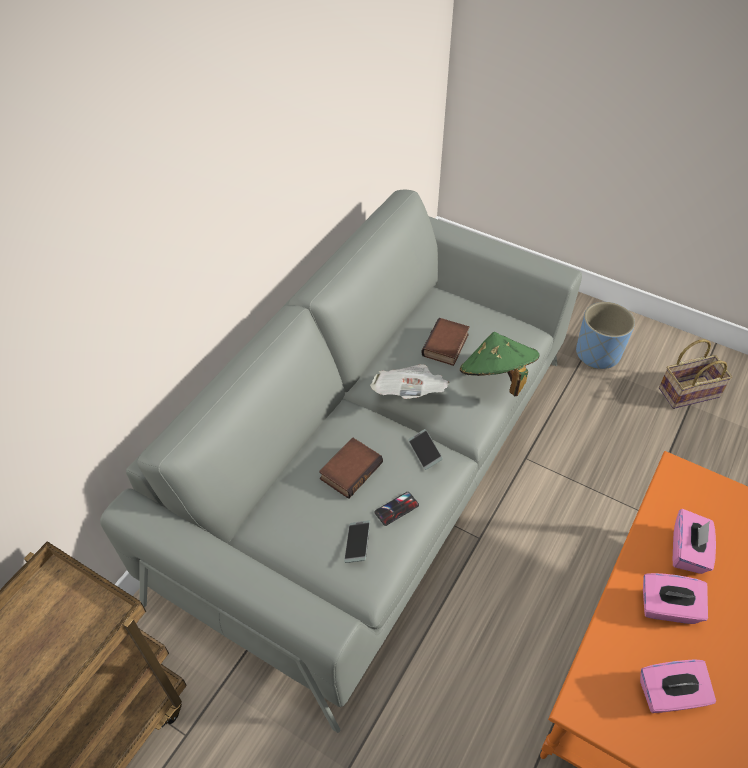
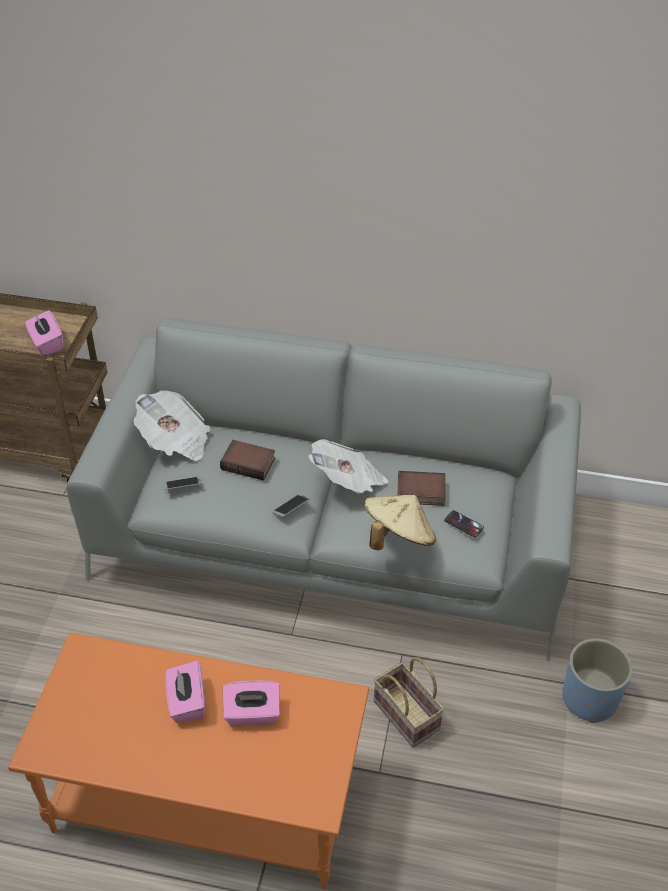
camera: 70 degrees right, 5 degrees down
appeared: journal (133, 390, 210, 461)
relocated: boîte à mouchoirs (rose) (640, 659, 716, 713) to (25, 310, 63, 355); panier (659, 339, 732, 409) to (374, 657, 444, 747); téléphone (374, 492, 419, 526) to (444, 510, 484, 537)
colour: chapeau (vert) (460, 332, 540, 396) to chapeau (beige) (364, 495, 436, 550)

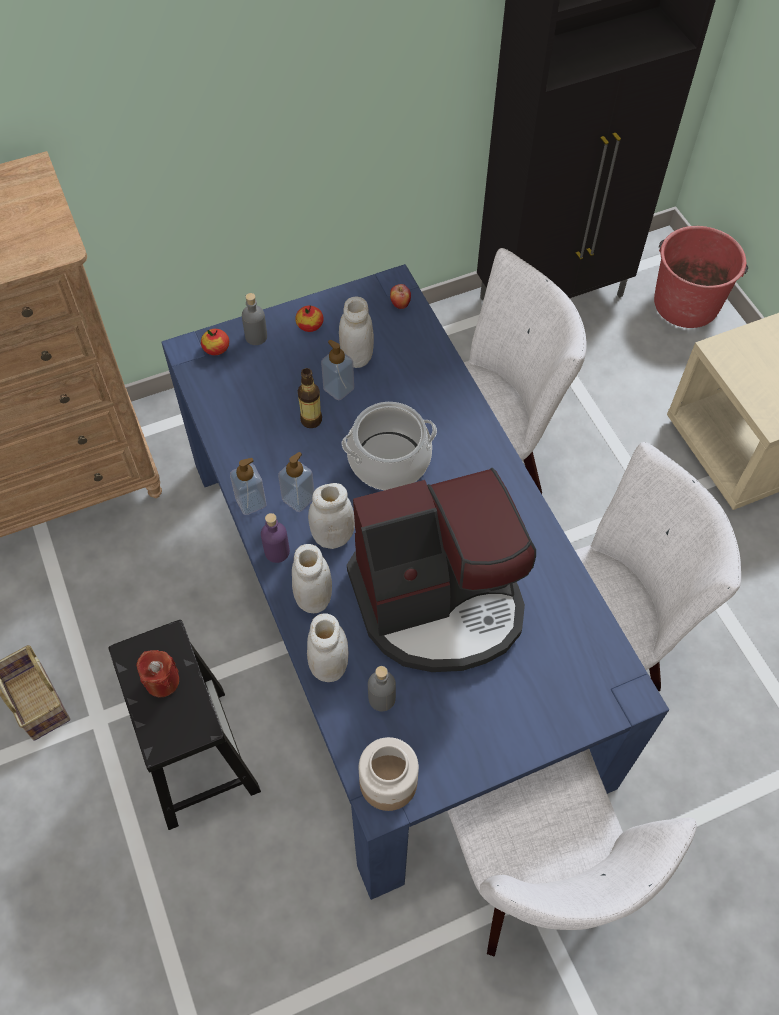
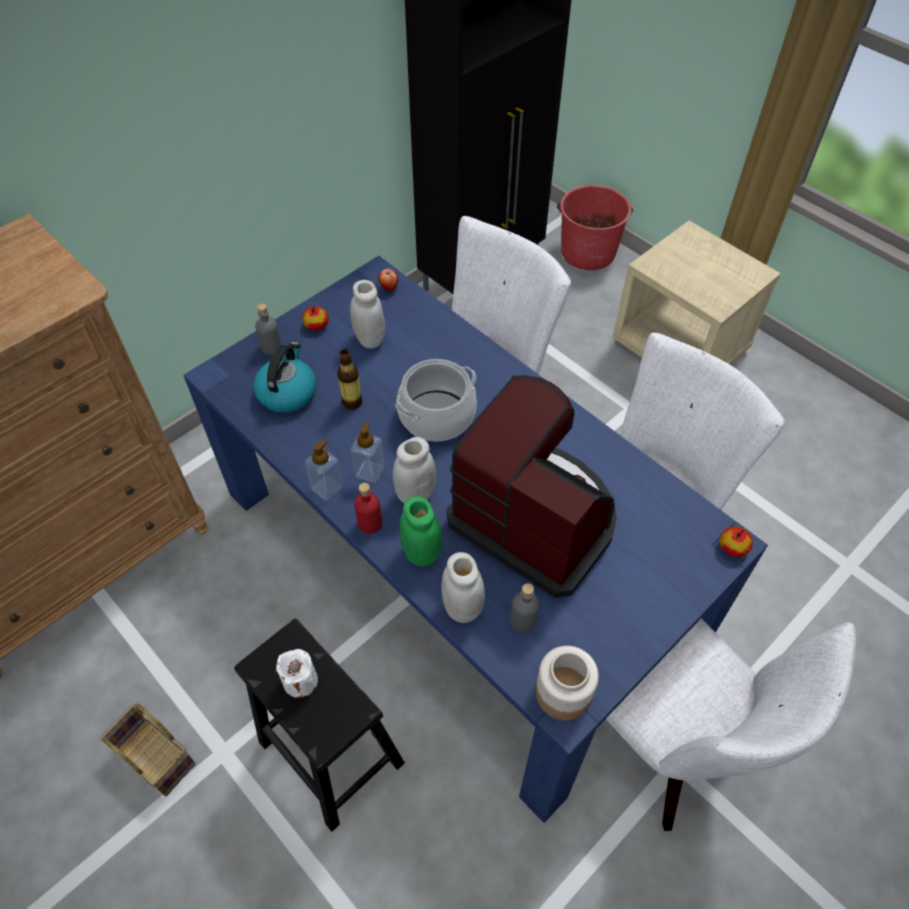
camera: 20 degrees left, 5 degrees down
missing: distributeur de savon (321, 340, 354, 400)
appeared: bouilloire (254, 342, 316, 413)
relocated: pomme (201, 329, 229, 355) to (720, 526, 753, 557)
colour: bougie (rouge) (136, 650, 179, 697) to bougie (blanc) (276, 649, 318, 698); bouteille (violet) (261, 513, 290, 563) to bouteille (rouge) (354, 483, 382, 534); bocal (blanc) (292, 544, 332, 613) to bocal (vert) (400, 496, 442, 567)
spun: machine à café (347, 468, 536, 672) = (447, 375, 617, 598) 105 degrees counterclockwise

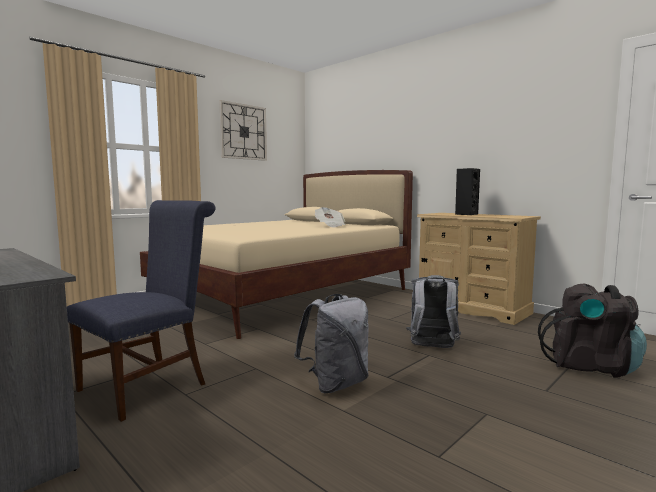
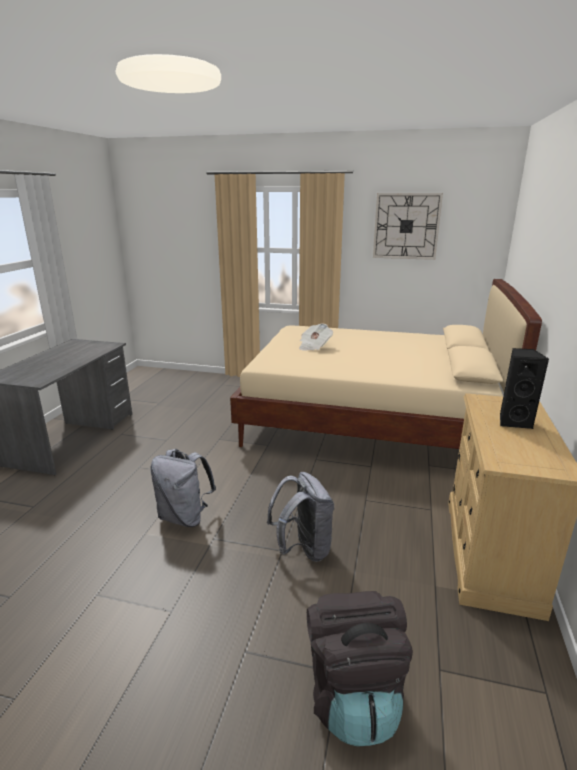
camera: 60 degrees right, 15 degrees up
missing: chaise (bleu) (67, 200, 215, 422)
relocated: journal (315, 207, 346, 228) to (299, 323, 333, 351)

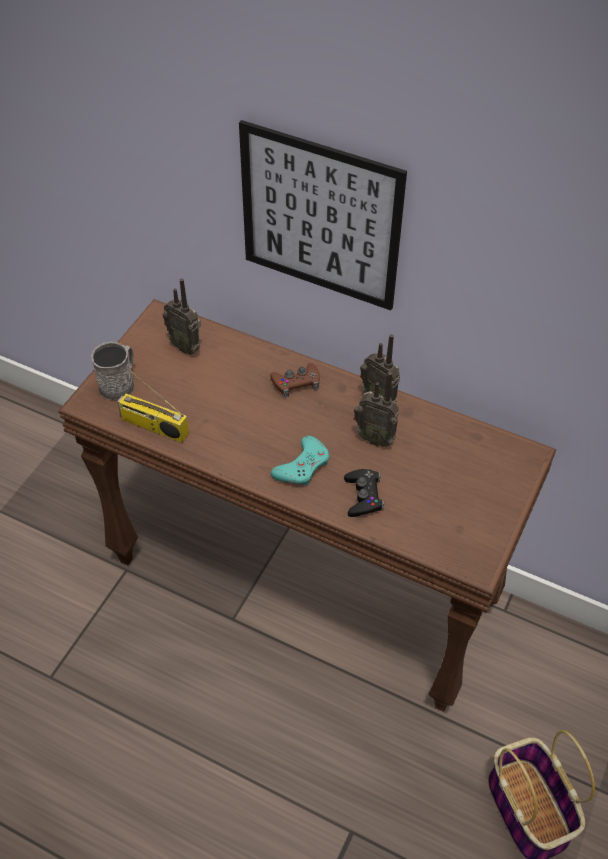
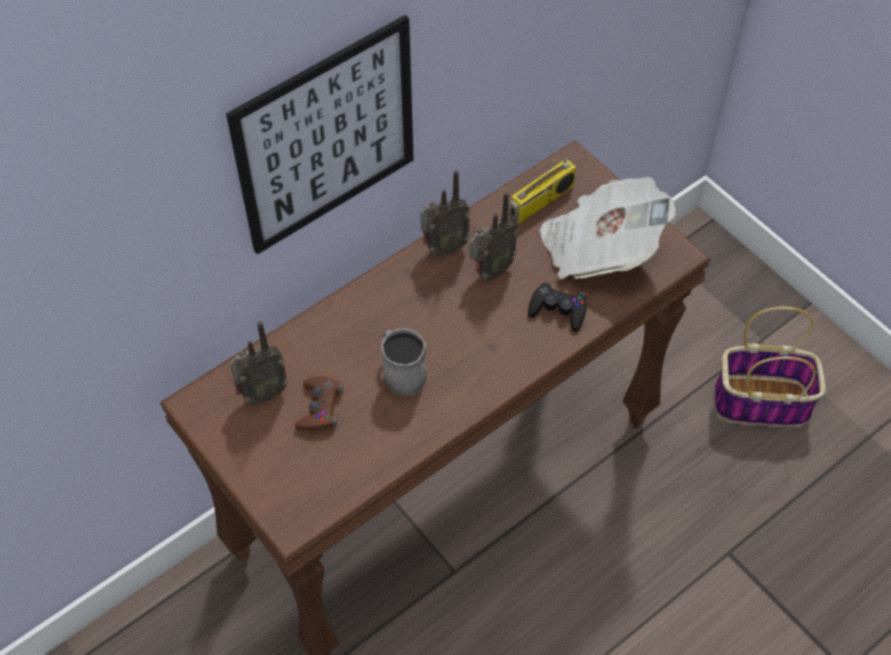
camera: 65 degrees left, 5 degrees up
missing: manette (turquoise) (271, 436, 330, 486)
appeared: journal (539, 177, 676, 279)
relocated: manette (marron) (271, 363, 320, 397) to (295, 376, 343, 431); mug (gris) (91, 342, 134, 400) to (381, 328, 426, 396); radio (117, 369, 189, 443) to (509, 159, 576, 223)

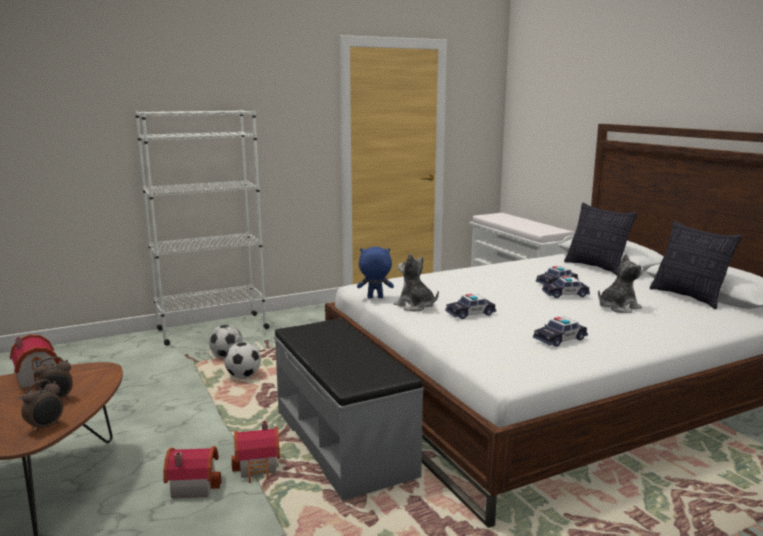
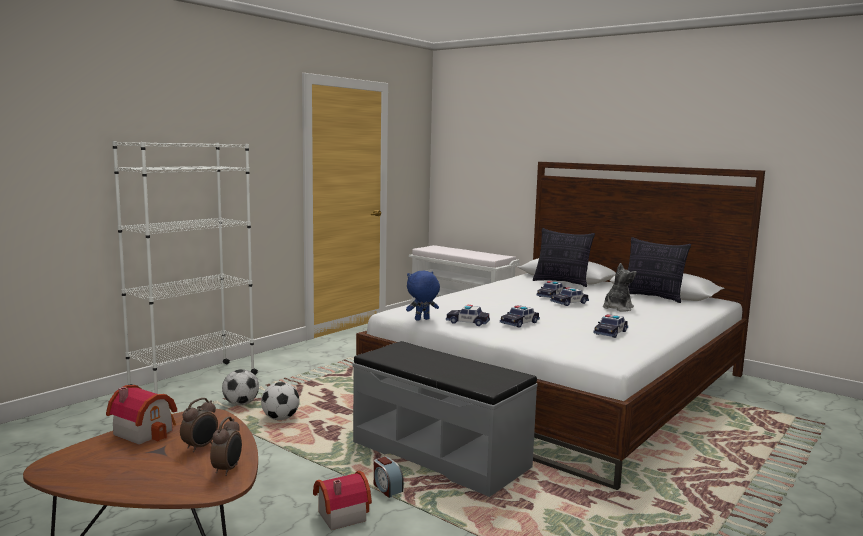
camera: 25 degrees left, 5 degrees down
exchanged: maison miniature (231, 421, 280, 483) to réveil (374, 457, 404, 498); peluche (394, 253, 439, 311) to petite voiture (446, 305, 490, 326)

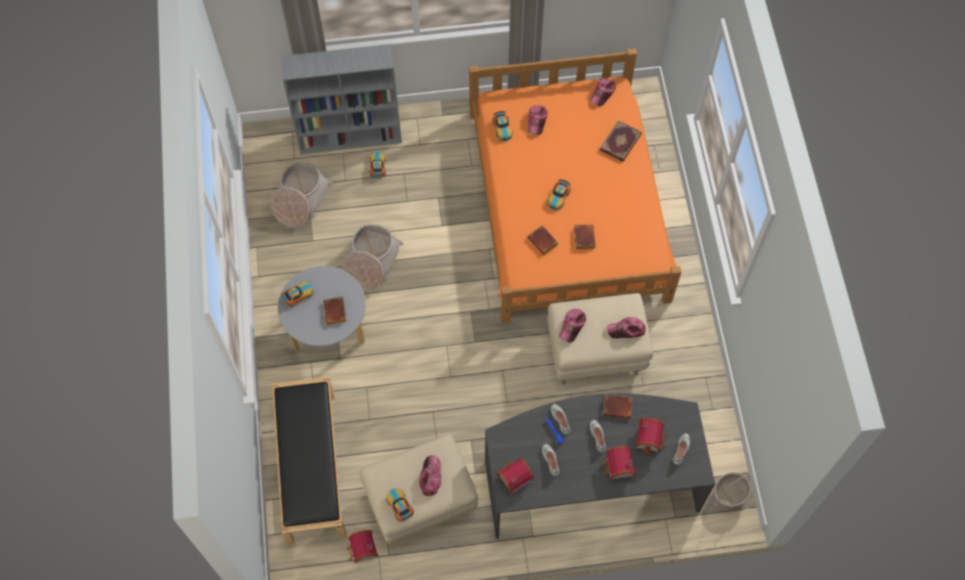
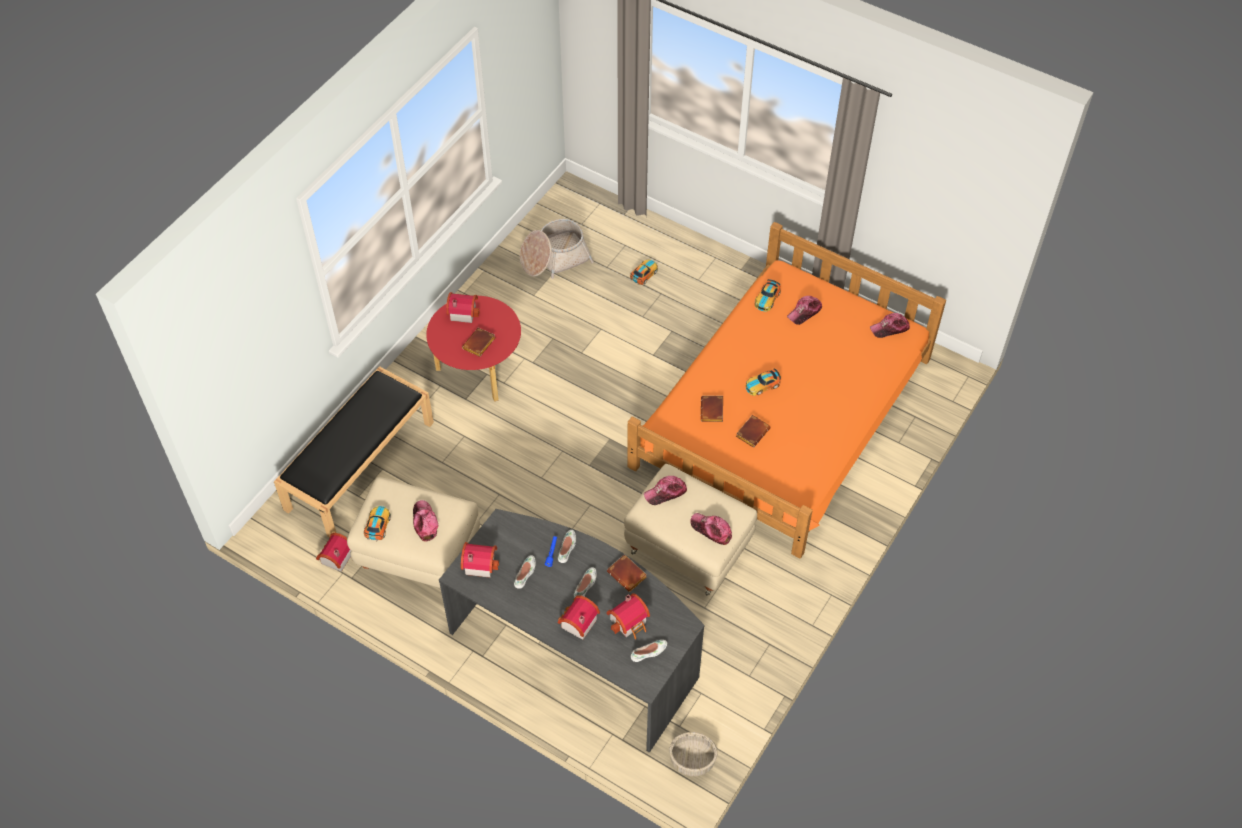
camera: 40 degrees right, 10 degrees down
missing: bibliothèque (gris) (281, 44, 402, 154); panier (342, 224, 403, 291); livre (600, 120, 642, 162)
exchanged: petite voiture (281, 282, 314, 307) to maison miniature (446, 292, 480, 323)
colour: table basse (gris) (278, 266, 366, 352) to table basse (rouge) (426, 296, 521, 402)
spun: casquette (419, 455, 441, 496) = (413, 500, 438, 542) 60 degrees counterclockwise

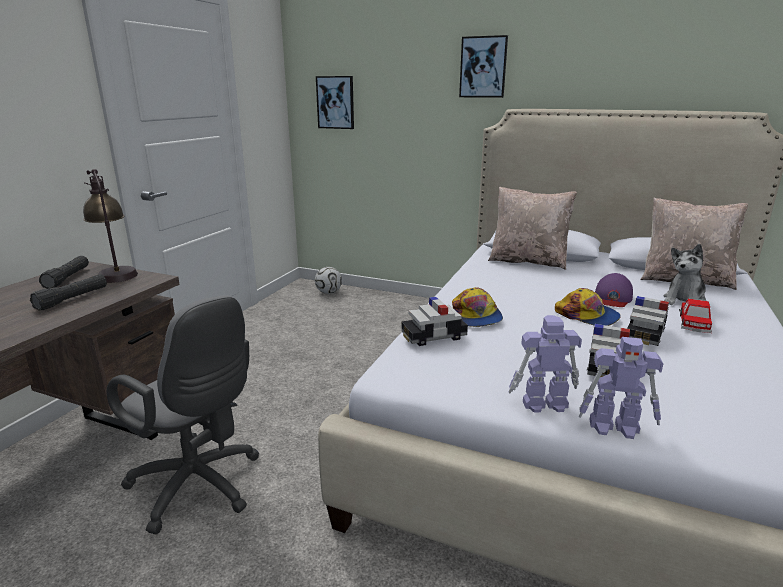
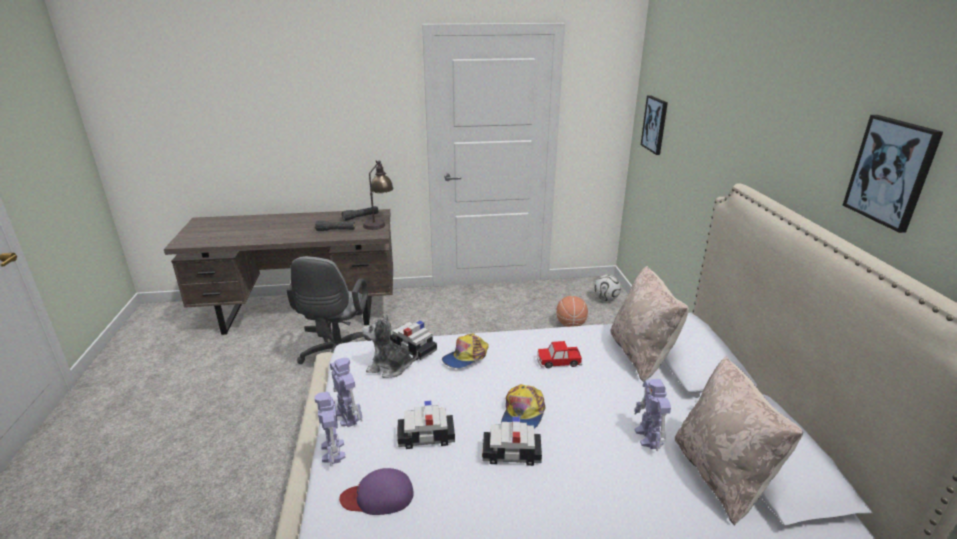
camera: 60 degrees right, 5 degrees up
appeared: ballon de basket (556, 296, 588, 327); robot jouet (635, 379, 671, 451)
relocated: casquette (violet) (595, 273, 633, 307) to (339, 468, 414, 515); peluche (663, 244, 706, 305) to (362, 314, 418, 378); petite voiture (679, 299, 712, 333) to (537, 341, 582, 368); tableau (459, 35, 508, 98) to (843, 115, 943, 233)

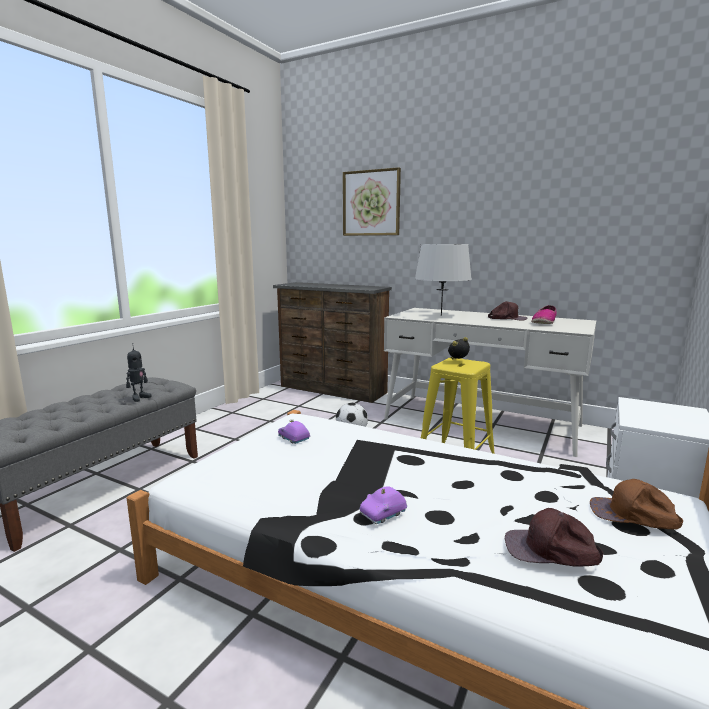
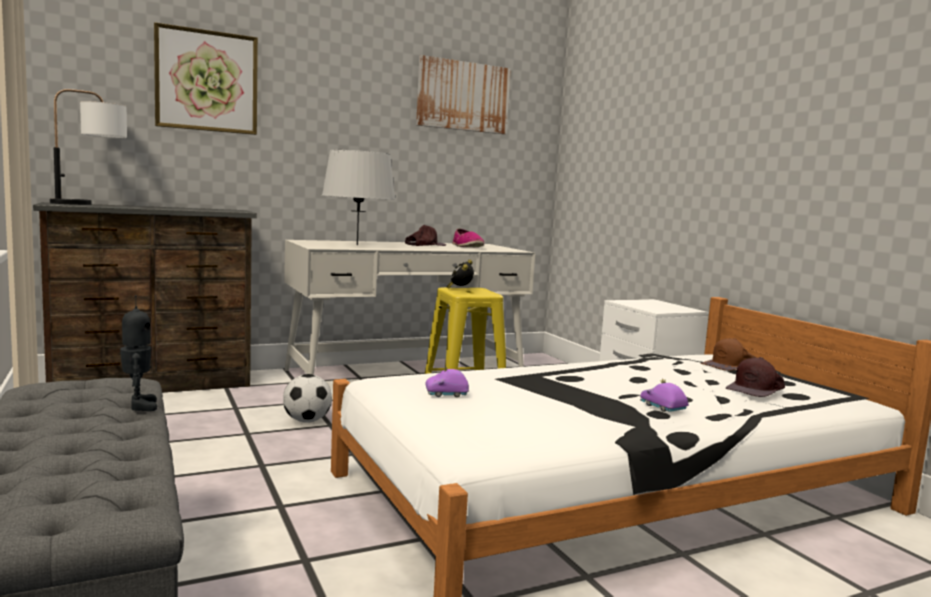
camera: 55 degrees left, 5 degrees down
appeared: lampe de table (50, 89, 127, 205); tableau (416, 55, 511, 134)
spun: petite voiture (violet) (360, 486, 407, 524) = (640, 379, 689, 412) 150 degrees clockwise

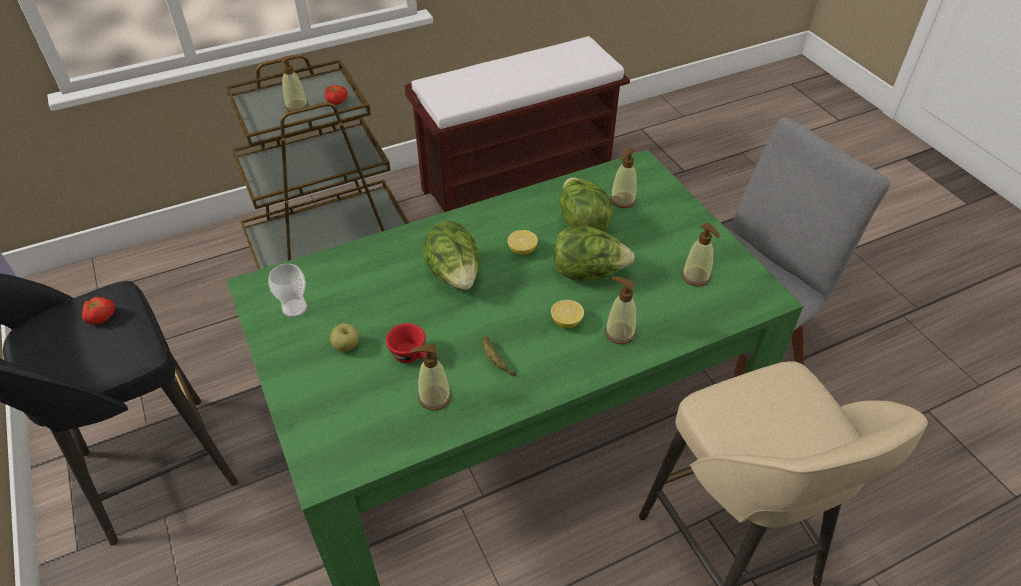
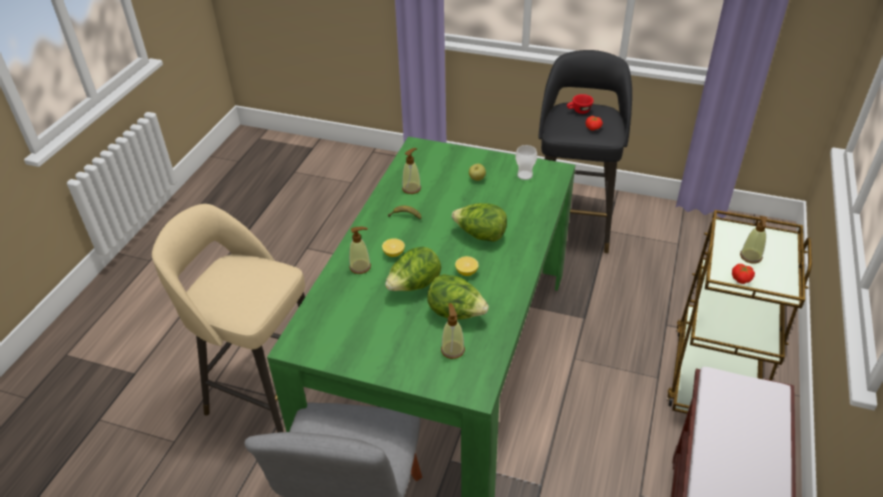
camera: 135 degrees right, 5 degrees down
missing: distributeur de savon (681, 223, 721, 286)
relocated: tasse (rouge) (386, 323, 426, 363) to (567, 94, 594, 114)

